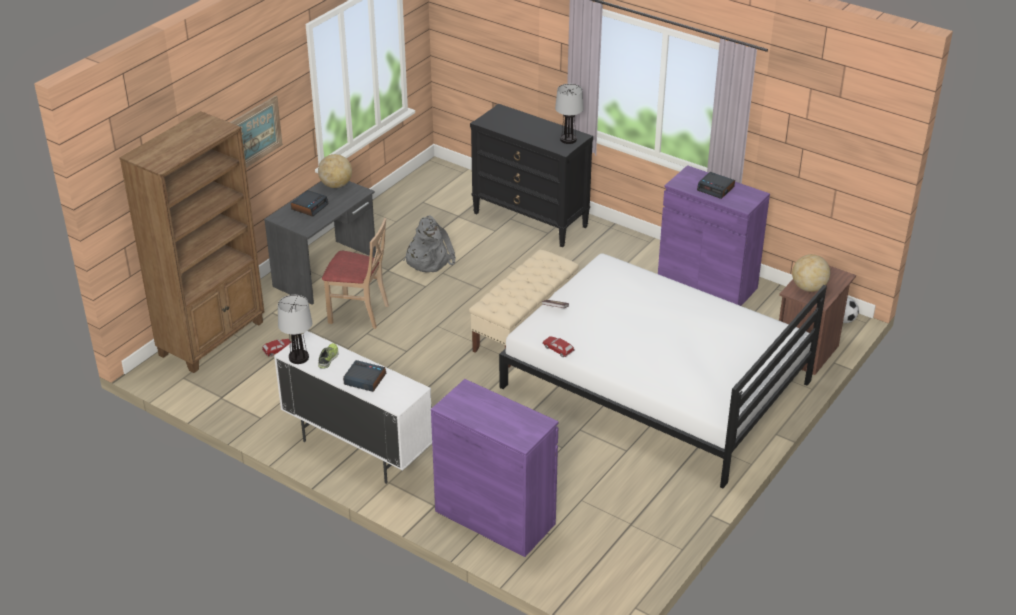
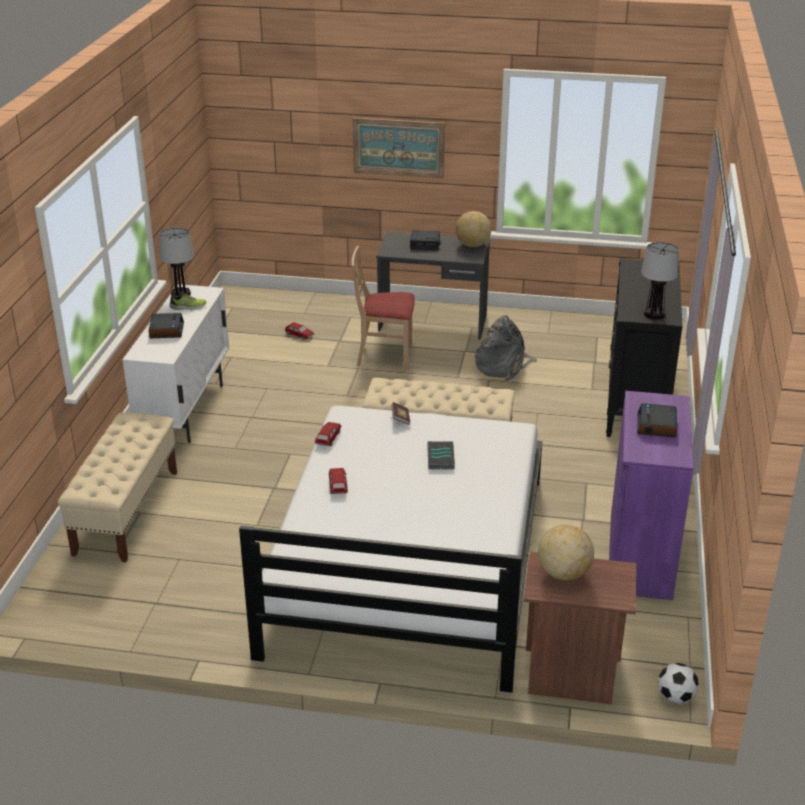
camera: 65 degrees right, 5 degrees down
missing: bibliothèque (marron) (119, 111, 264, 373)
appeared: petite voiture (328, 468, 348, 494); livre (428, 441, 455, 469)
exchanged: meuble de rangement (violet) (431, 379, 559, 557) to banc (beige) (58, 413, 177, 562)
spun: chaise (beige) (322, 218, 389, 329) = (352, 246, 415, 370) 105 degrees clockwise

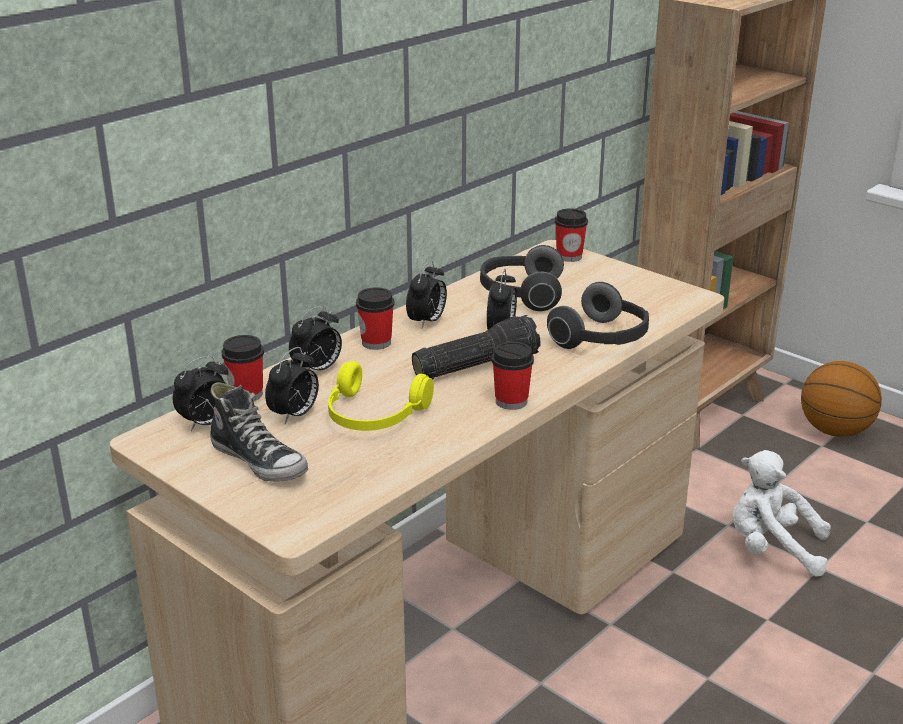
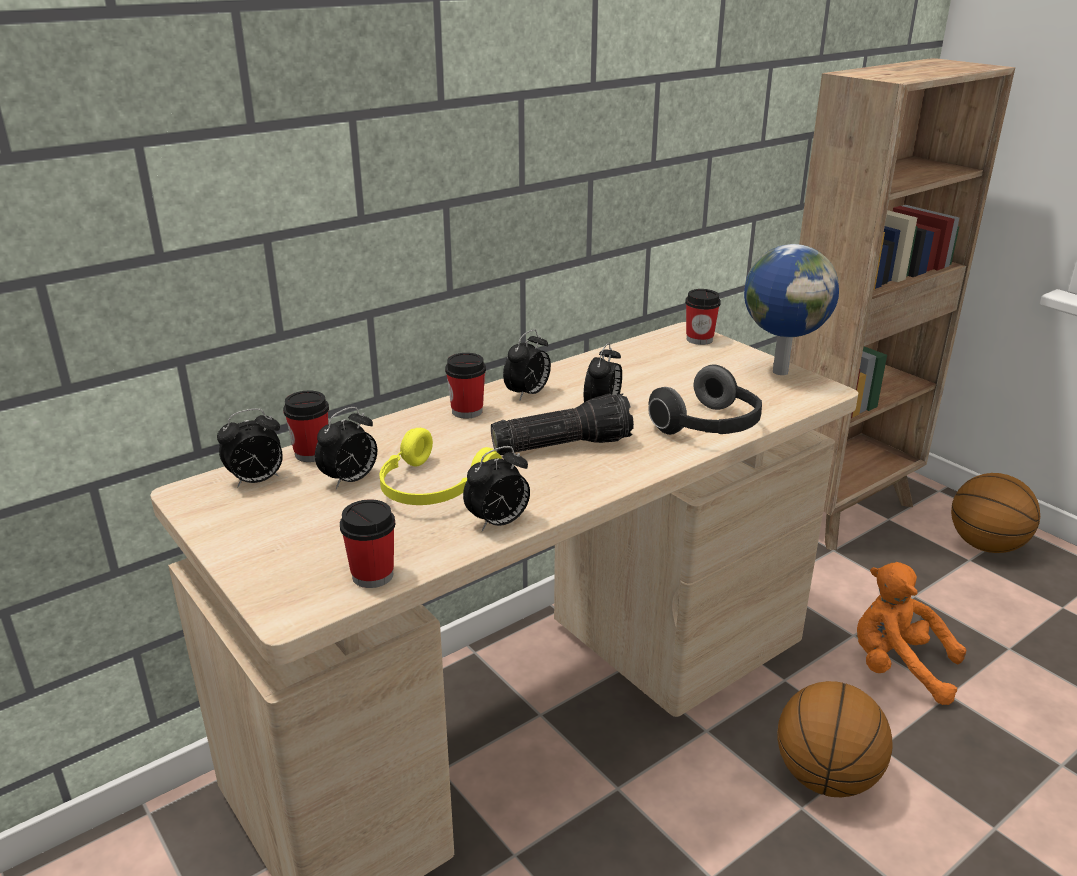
camera: 10 degrees right, 0 degrees up
missing: chaussure (210, 382, 308, 482); casque audio (480, 245, 564, 311)
appeared: globe (744, 244, 839, 375); ballon de basket (777, 681, 893, 797)
relocated: tasse (492, 341, 534, 410) to (340, 499, 396, 588); réveil (289, 306, 342, 371) to (463, 446, 530, 531)
colour: peluche (blanc) (733, 450, 831, 577) to peluche (orange) (857, 562, 966, 705)

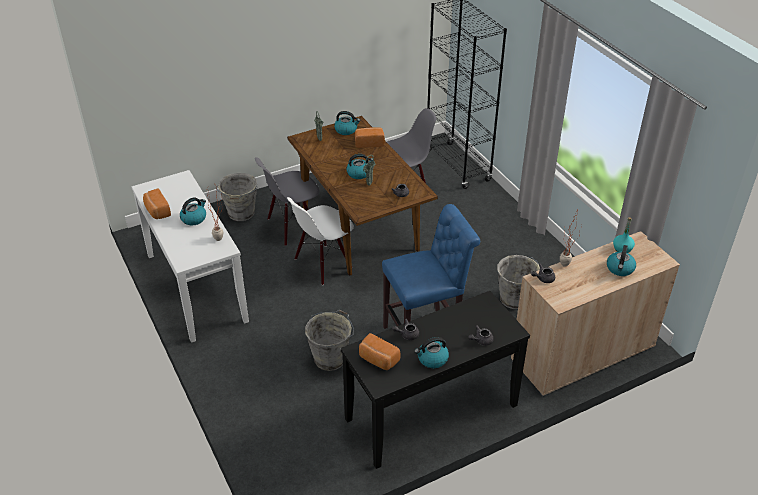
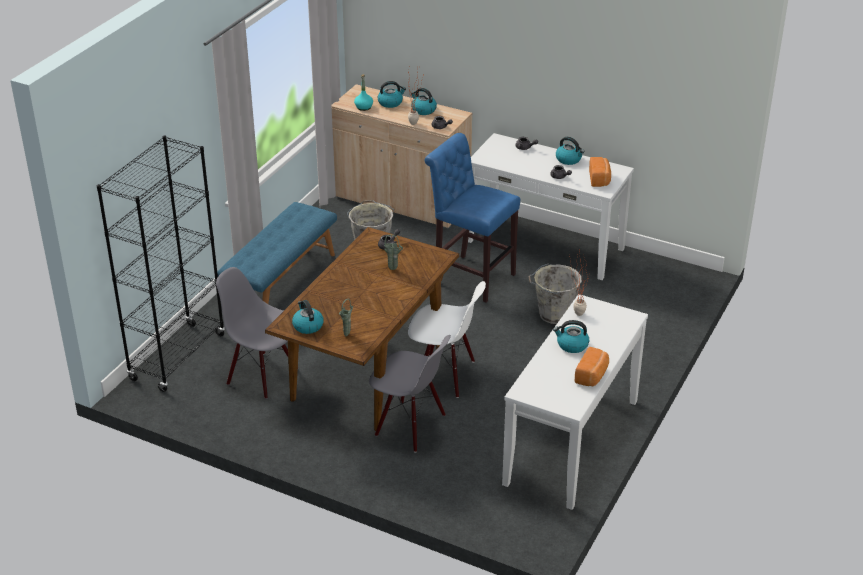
camera: 125 degrees left, 5 degrees down
missing: seau (gris) (216, 173, 258, 221); pain (355, 127, 385, 148)
appeared: banc (bleu) (217, 202, 337, 304)
relocated: bouilloire (346, 154, 373, 179) to (411, 88, 437, 115)
colour: table console (noir) (341, 291, 530, 469) to table console (blanc) (468, 133, 634, 280)

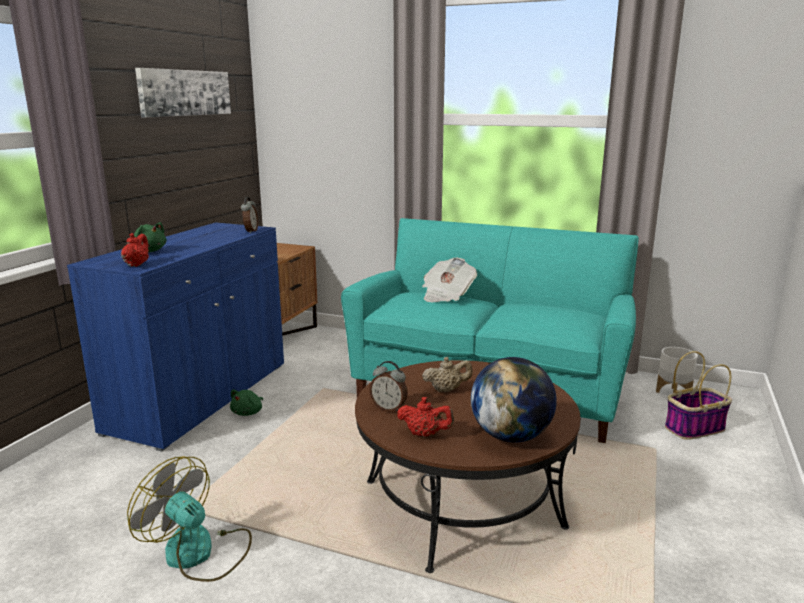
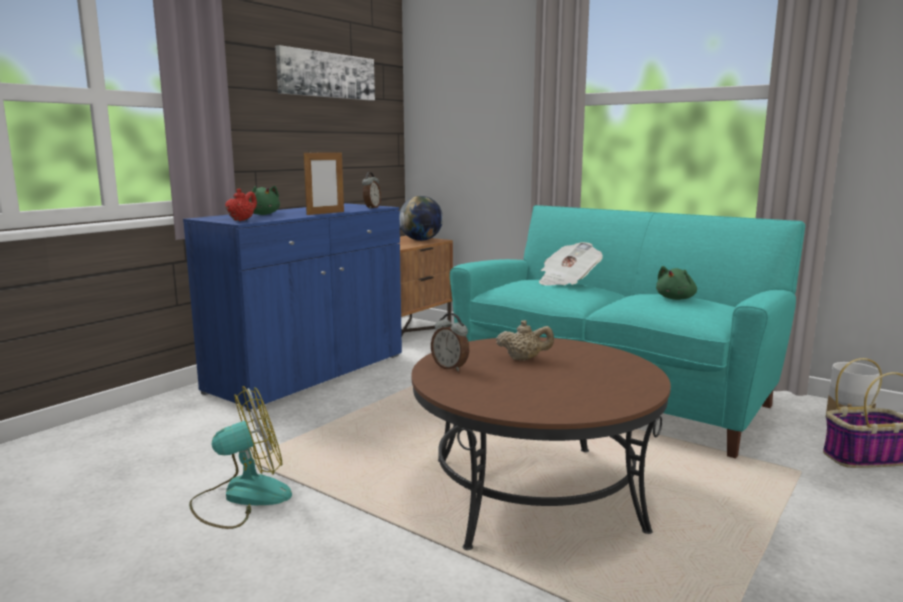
camera: 15 degrees right, 5 degrees down
missing: théière (rouge) (397, 397, 454, 437)
appeared: cadre photo (304, 150, 344, 215)
relocated: globe (471, 357, 557, 443) to (399, 196, 443, 241); peluche (vert) (230, 390, 263, 416) to (656, 266, 697, 300)
spun: ventilateur (127, 456, 252, 582) = (189, 386, 292, 529) 105 degrees clockwise

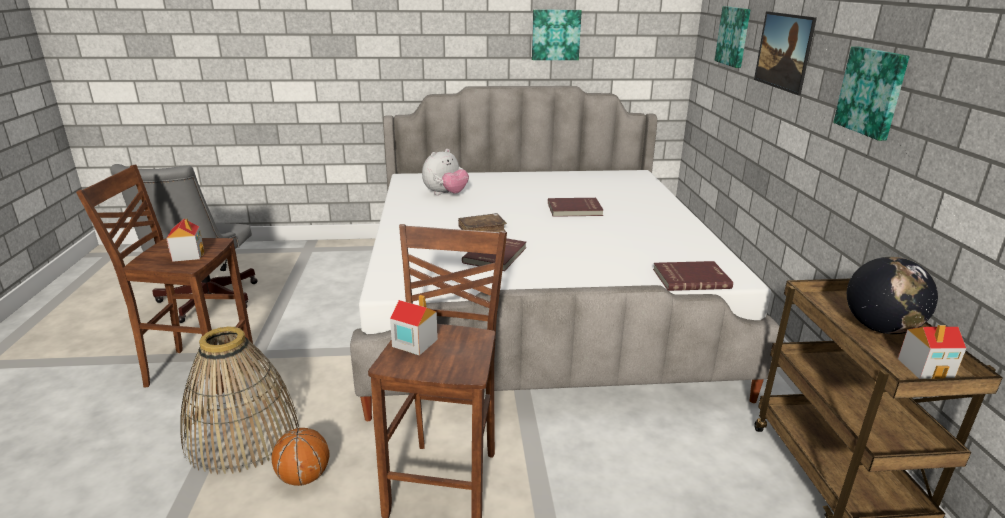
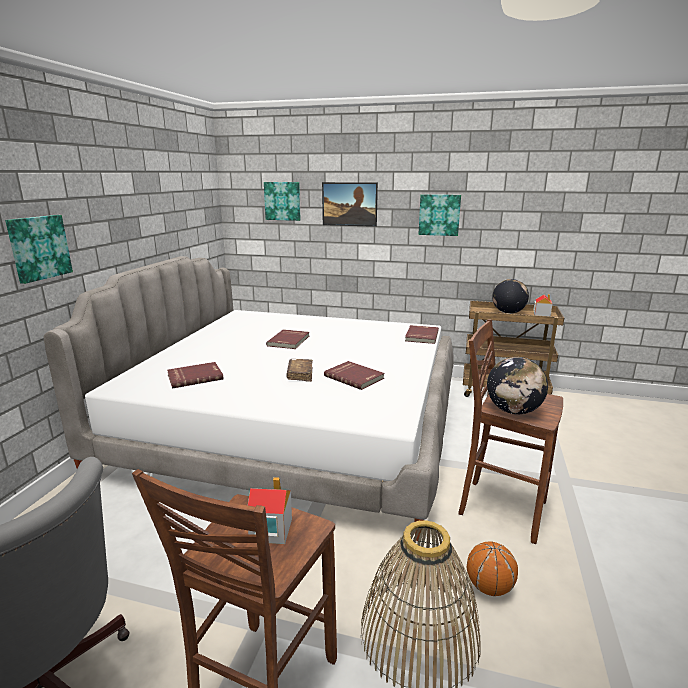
camera: 70 degrees left, 5 degrees down
relocated: tableau (532, 9, 582, 60) to (5, 215, 73, 284)
exchanged: peluche (422, 149, 469, 195) to livre (rouge) (167, 362, 223, 389); maison miniature (390, 295, 438, 356) to globe (487, 357, 548, 414)

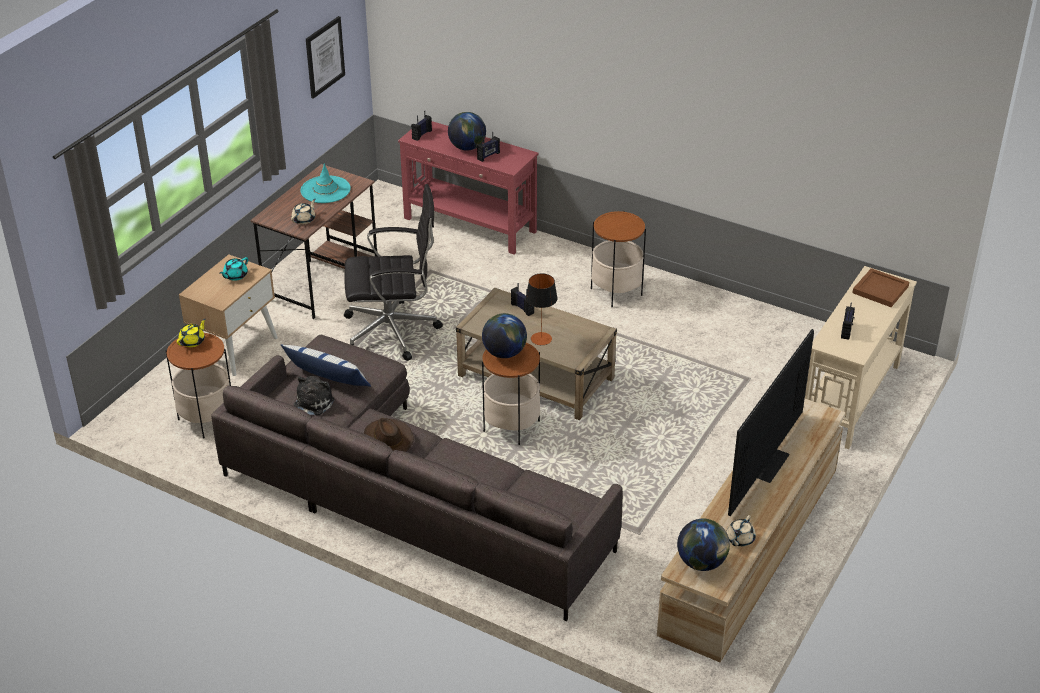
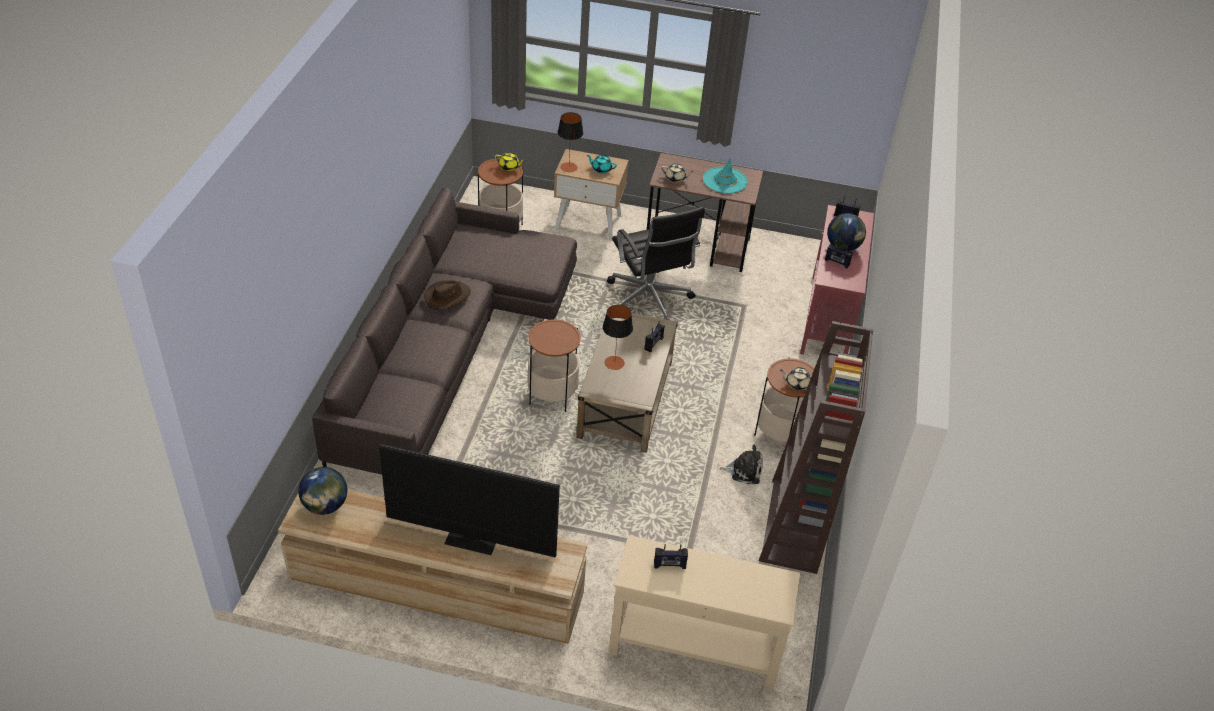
camera: 70 degrees right, 5 degrees up
missing: coussin (281, 344, 371, 387); tableau (306, 16, 345, 99); globe (482, 313, 527, 358); plateau (marron) (853, 268, 909, 307)
appeared: lampe de table (558, 112, 583, 172); bibliothèque (marron) (759, 321, 874, 574)
relocated: peluche (293, 376, 335, 416) to (720, 445, 763, 484); théière (beige) (726, 515, 756, 547) to (780, 367, 811, 390)

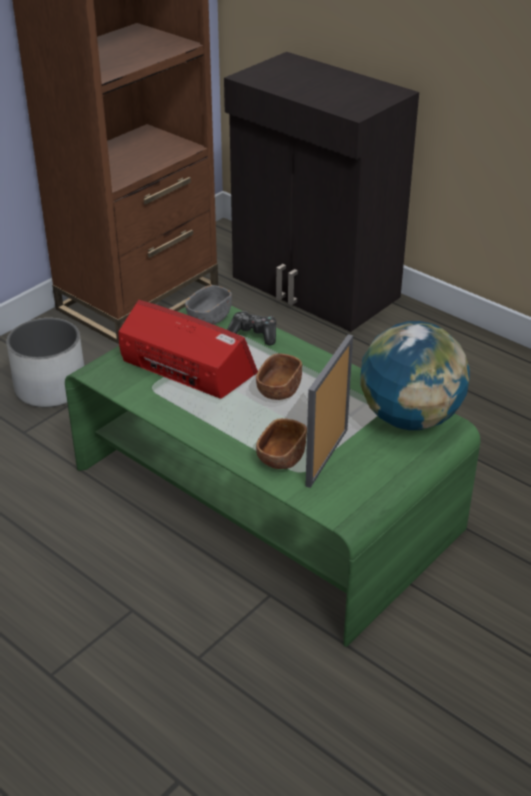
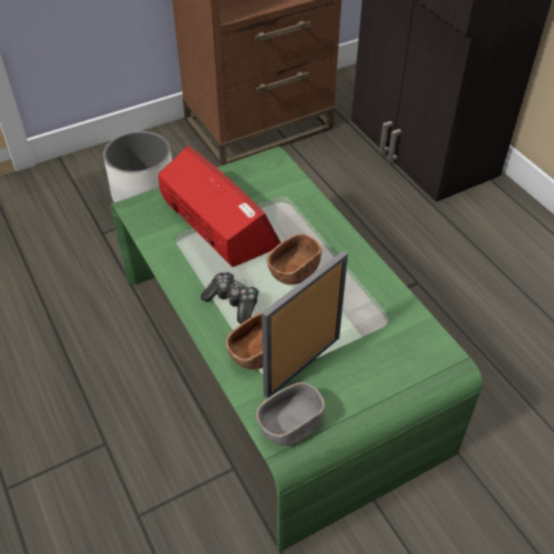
camera: 20 degrees right, 10 degrees up
missing: globe (360, 321, 469, 430)
relocated: manette (227, 311, 276, 346) to (201, 272, 259, 324); bol (gris) (185, 285, 232, 325) to (256, 382, 325, 446)

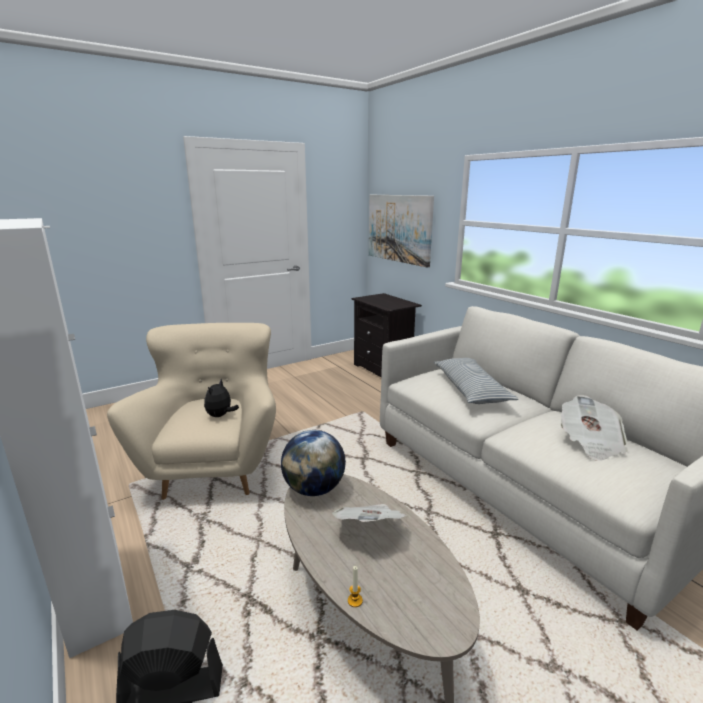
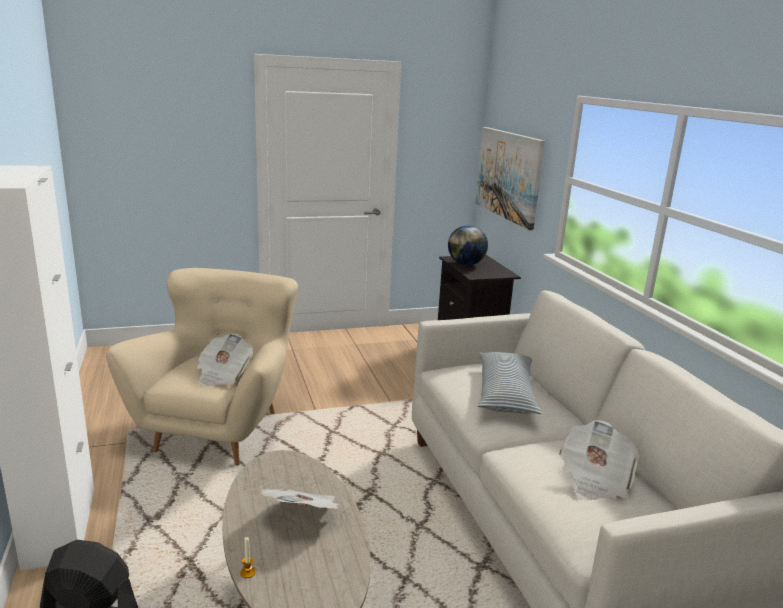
camera: 15 degrees right, 0 degrees up
relocated: globe (281, 430, 346, 496) to (448, 225, 488, 265)
exchanged: peluche (204, 379, 239, 417) to journal (197, 333, 253, 386)

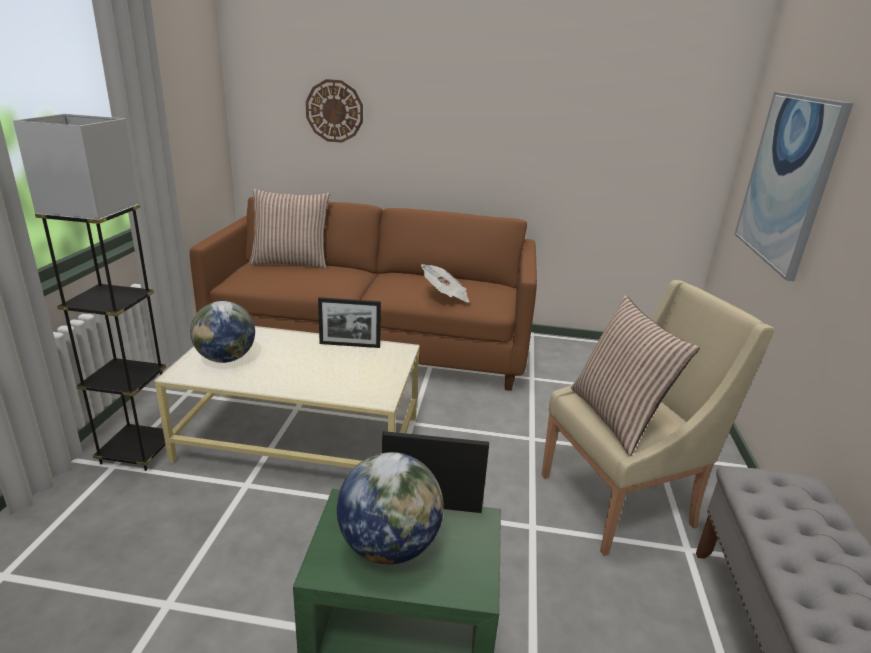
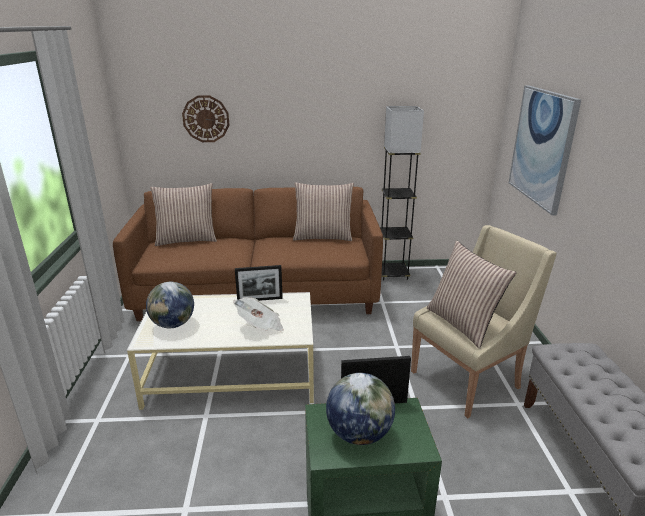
camera: 10 degrees left, 0 degrees up
appeared: coussin (293, 182, 354, 241)
relocated: journal (421, 264, 469, 302) to (233, 297, 284, 331); lampadaire (gris) (13, 114, 166, 471) to (380, 106, 424, 280)

